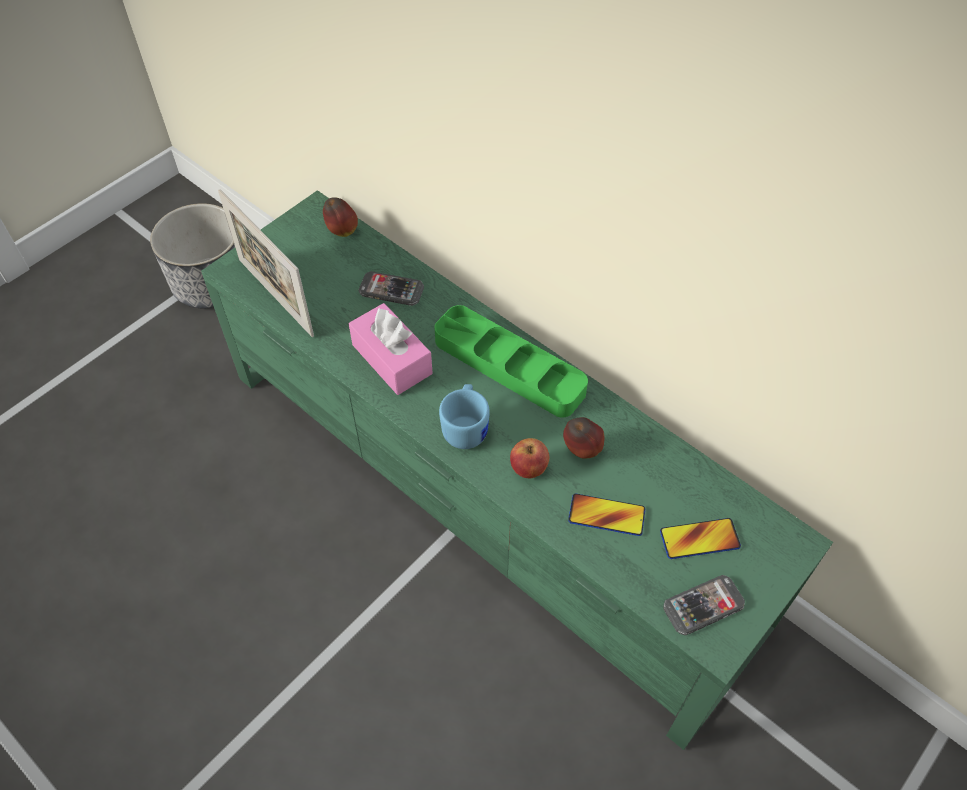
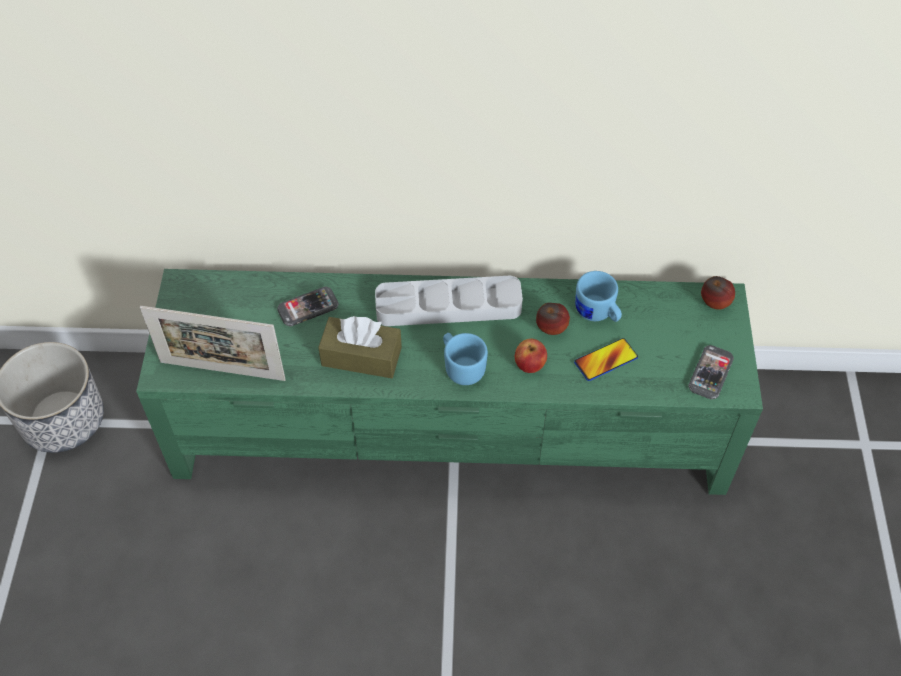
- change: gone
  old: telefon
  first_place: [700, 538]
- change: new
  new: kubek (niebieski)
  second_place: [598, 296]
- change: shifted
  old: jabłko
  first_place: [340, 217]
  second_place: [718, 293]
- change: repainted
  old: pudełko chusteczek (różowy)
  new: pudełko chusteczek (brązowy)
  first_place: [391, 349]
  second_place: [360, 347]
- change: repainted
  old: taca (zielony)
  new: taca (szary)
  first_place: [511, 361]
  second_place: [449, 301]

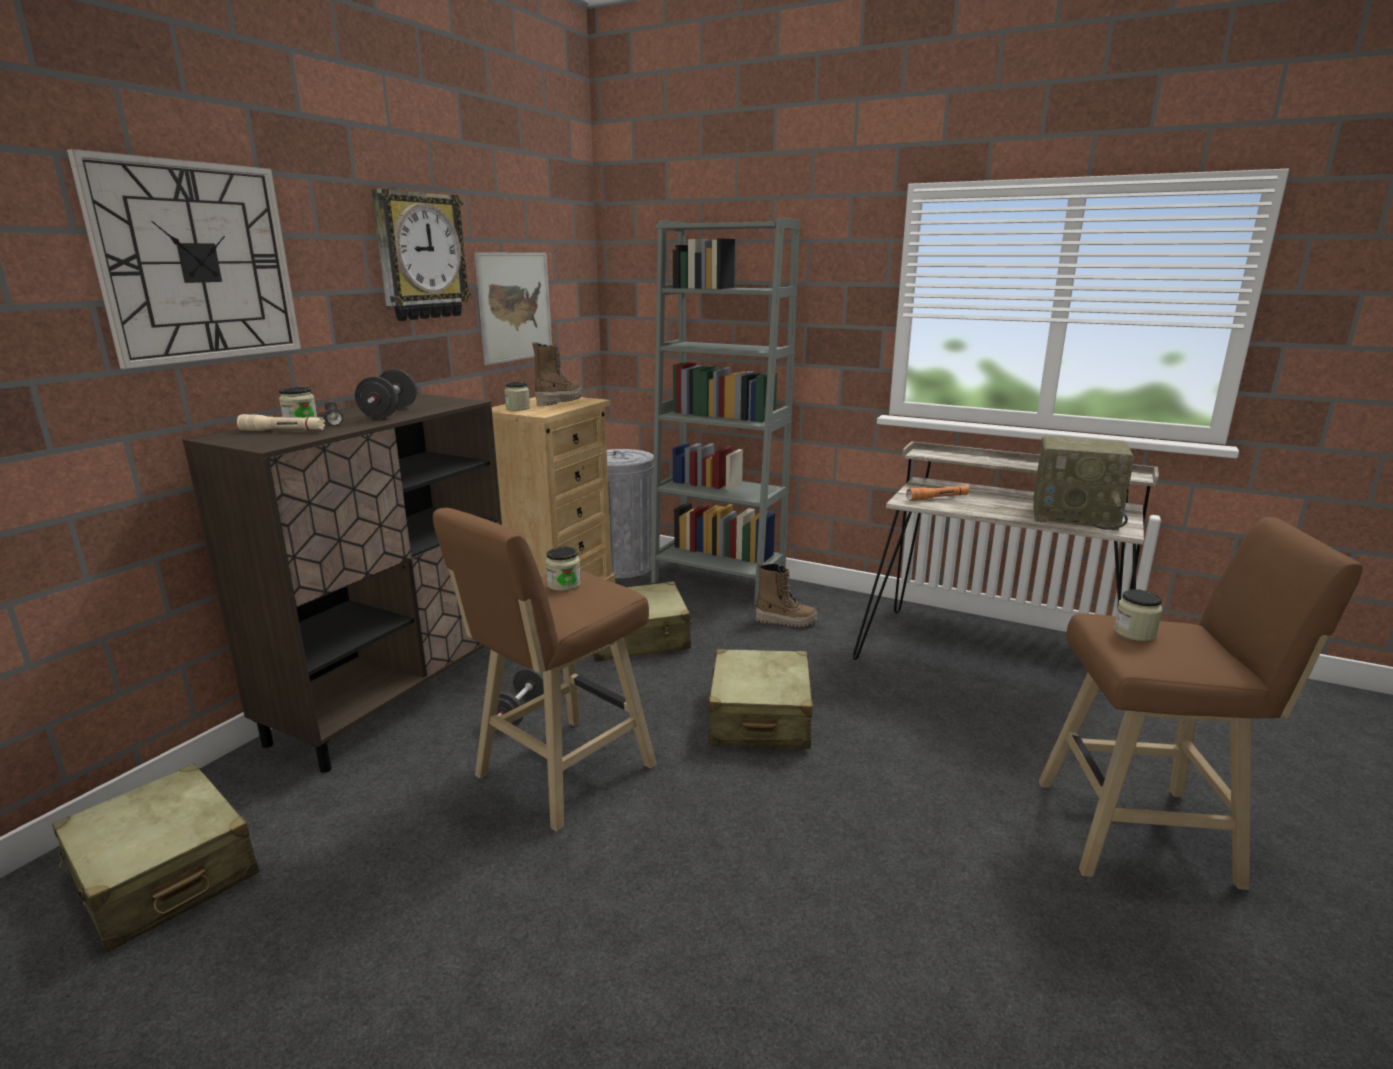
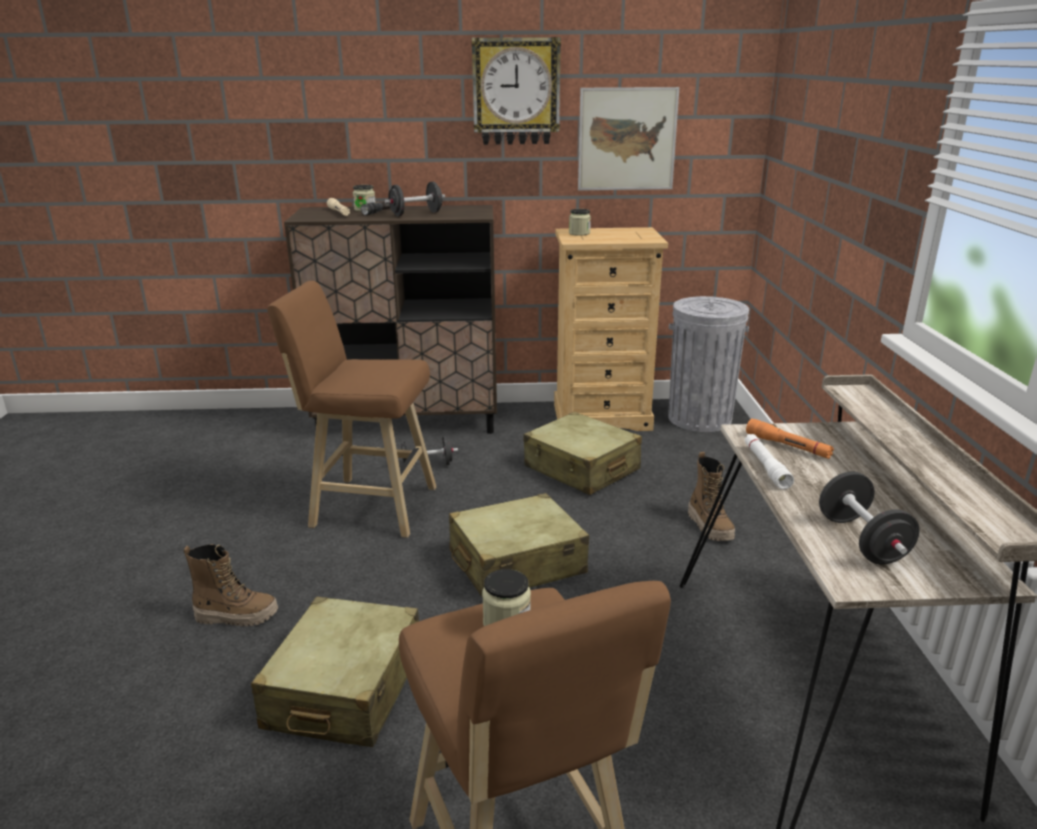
- change: gone
  old: zegar ścienny
  first_place: [184, 259]
- change: gone
  old: słoik
  first_place: [563, 569]
- change: gone
  old: regał (szary)
  first_place: [725, 411]
- change: new
  new: latarka (biały)
  second_place: [769, 462]
- change: shifted
  old: walizka (beżowy)
  first_place: [155, 858]
  second_place: [335, 672]
- change: shifted
  old: but z cholewką
  first_place: [557, 374]
  second_place: [231, 585]
- change: swapped
  old: radio
  new: hantel (czarny)
  first_place: [1083, 482]
  second_place: [869, 518]

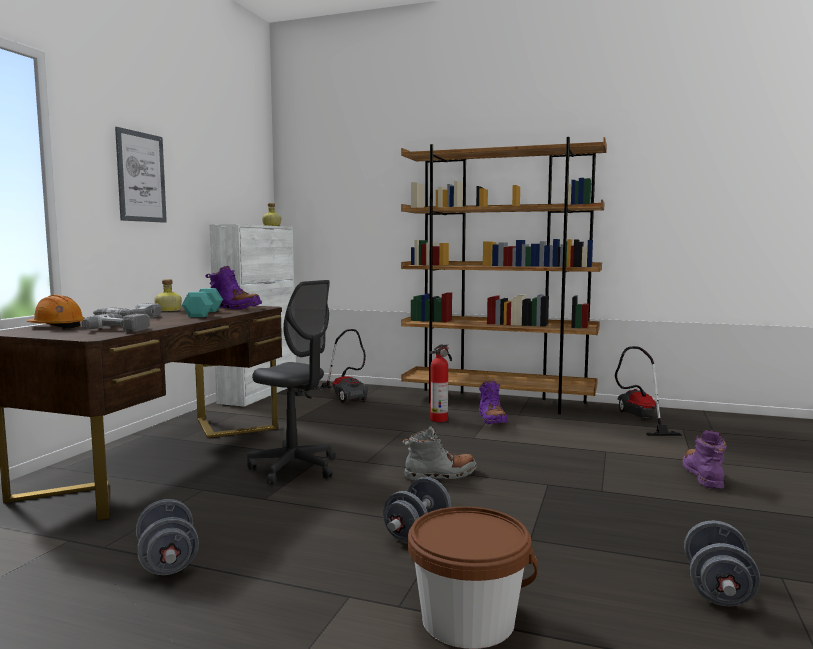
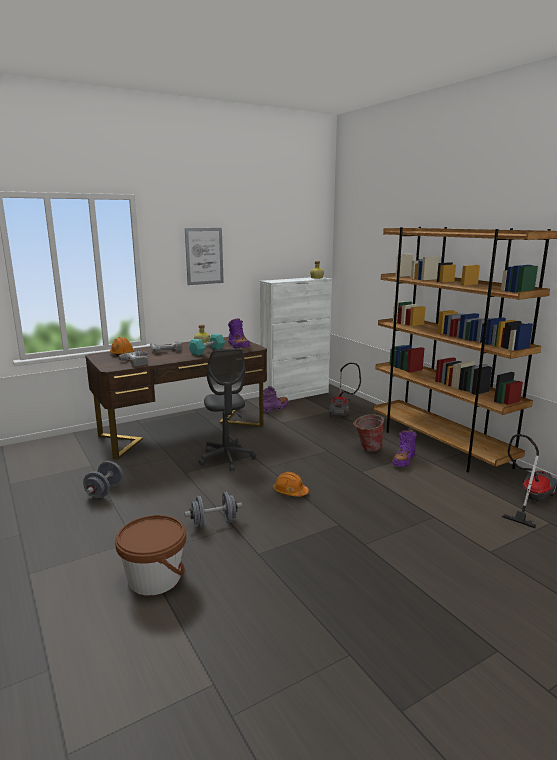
- change: gone
  old: hantel (szary)
  first_place: [722, 563]
- change: shifted
  old: but z cholewką (fioletowy)
  first_place: [704, 459]
  second_place: [276, 399]
- change: swapped
  old: but z cholewką (szary)
  new: kask (pomarańczowy)
  first_place: [439, 453]
  second_place: [291, 484]
- change: swapped
  old: gaśnica
  new: wiadro
  first_place: [440, 383]
  second_place: [368, 433]

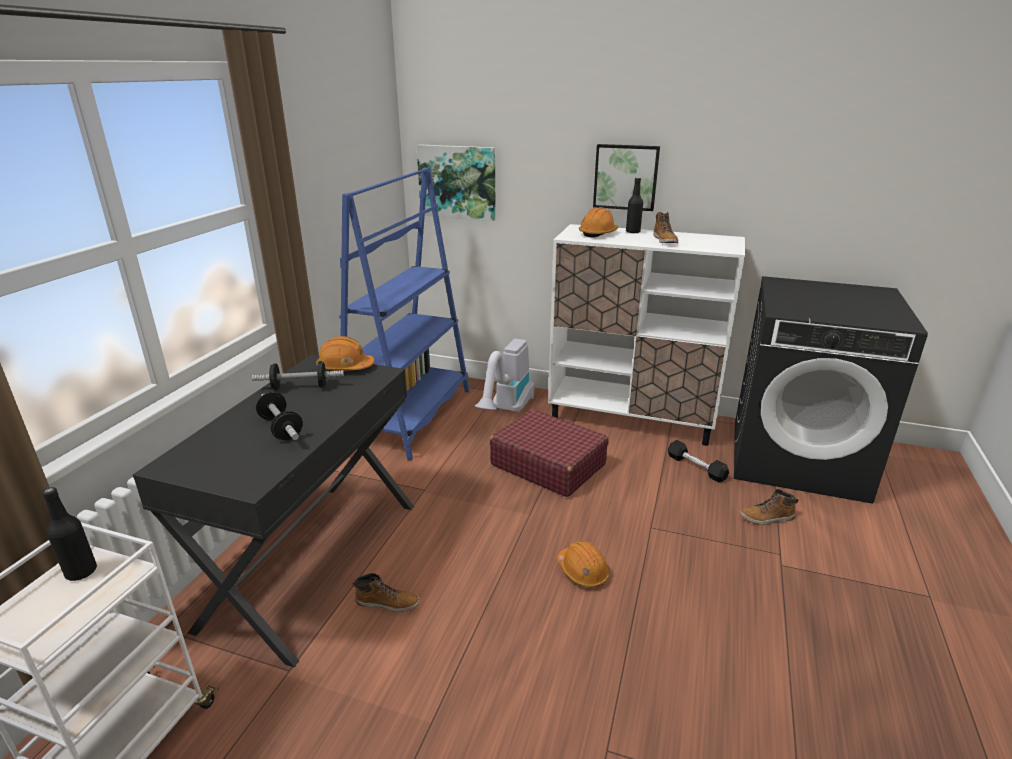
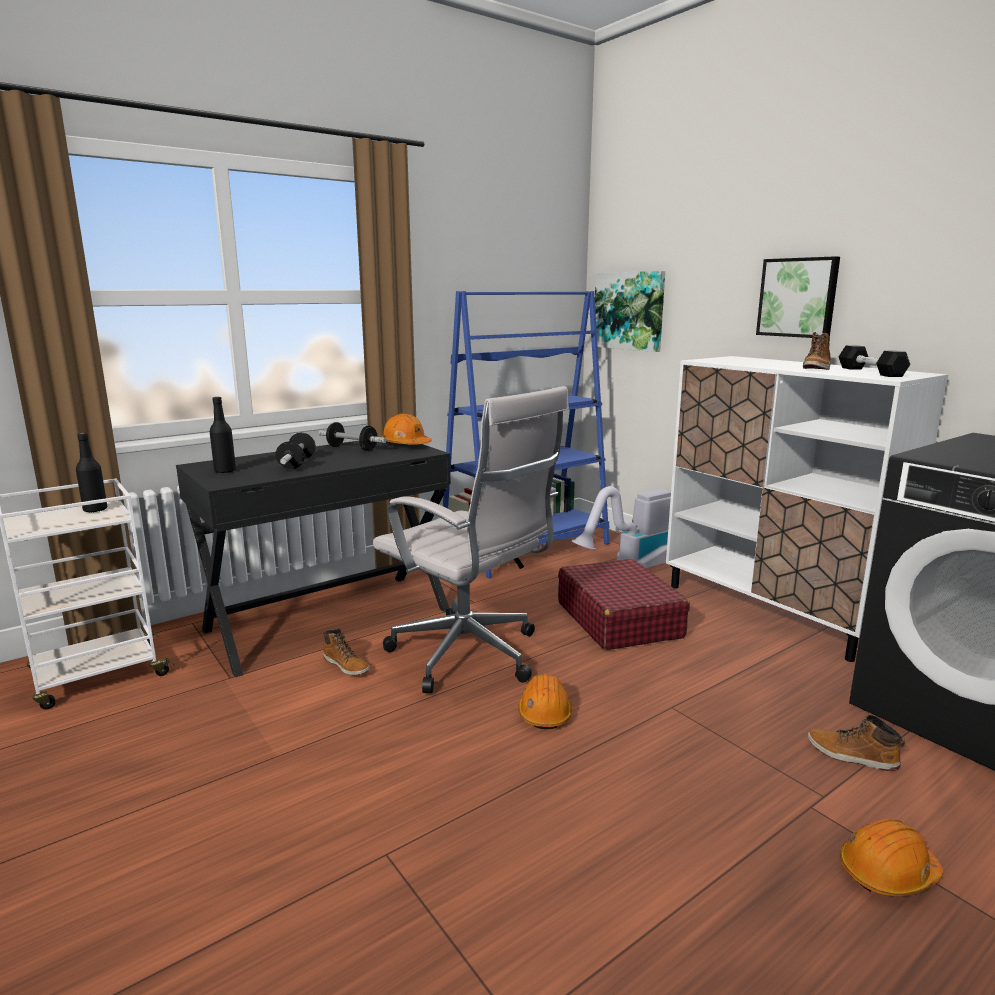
- change: new
  new: krzesło biurowe (biały)
  second_place: [471, 539]
- change: shifted
  old: kask (pomarańczowy)
  first_place: [599, 222]
  second_place: [891, 857]
- change: shifted
  old: butelka (czarny)
  first_place: [634, 205]
  second_place: [223, 435]
- change: shifted
  old: hantel (czarny)
  first_place: [698, 461]
  second_place: [874, 361]

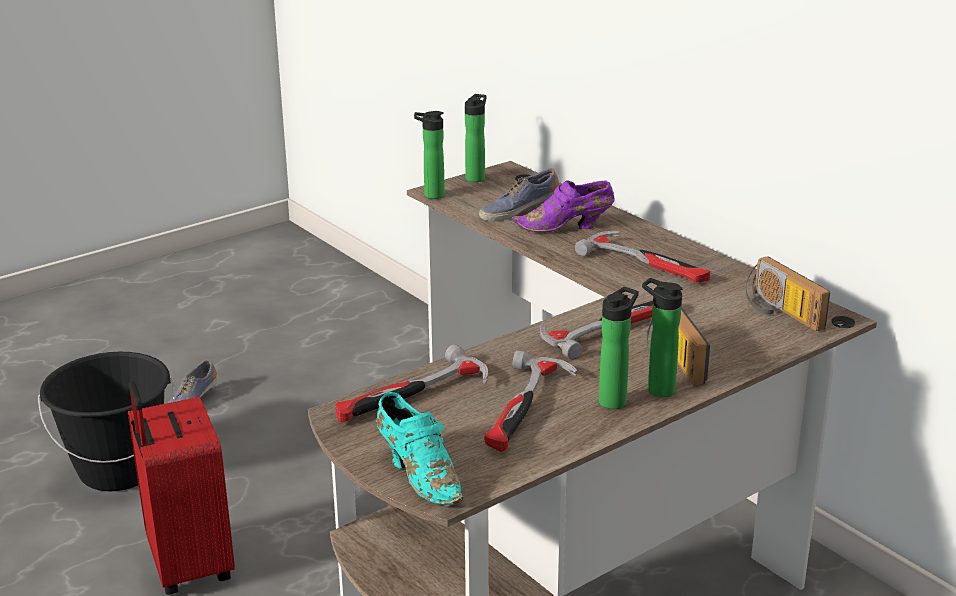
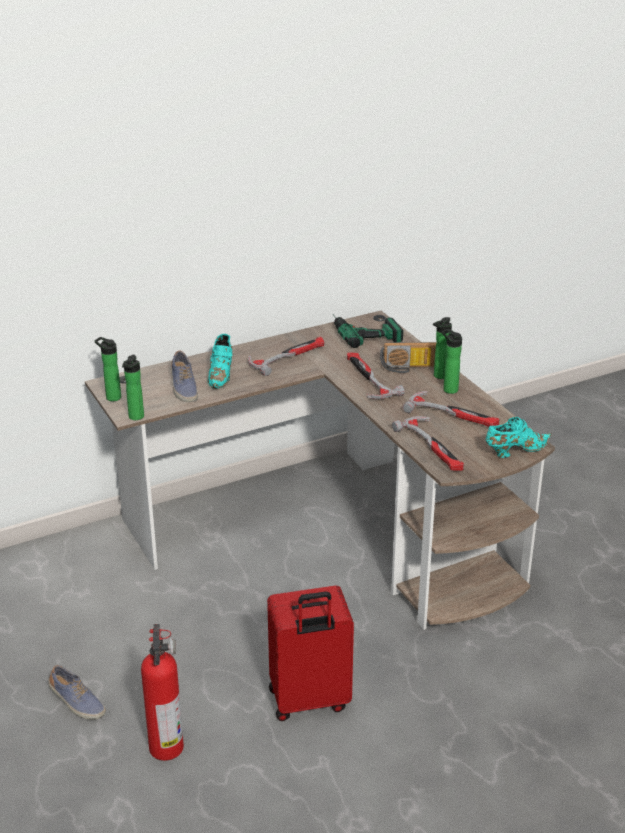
- change: swapped
  old: wiadro (czarny)
  new: gaśnica
  first_place: [106, 421]
  second_place: [162, 692]
- change: swapped
  old: radio
  new: wiertarka
  first_place: [788, 294]
  second_place: [368, 331]
- change: repainted
  old: but (fioletowy)
  new: but (turkusowy)
  first_place: [563, 206]
  second_place: [220, 361]

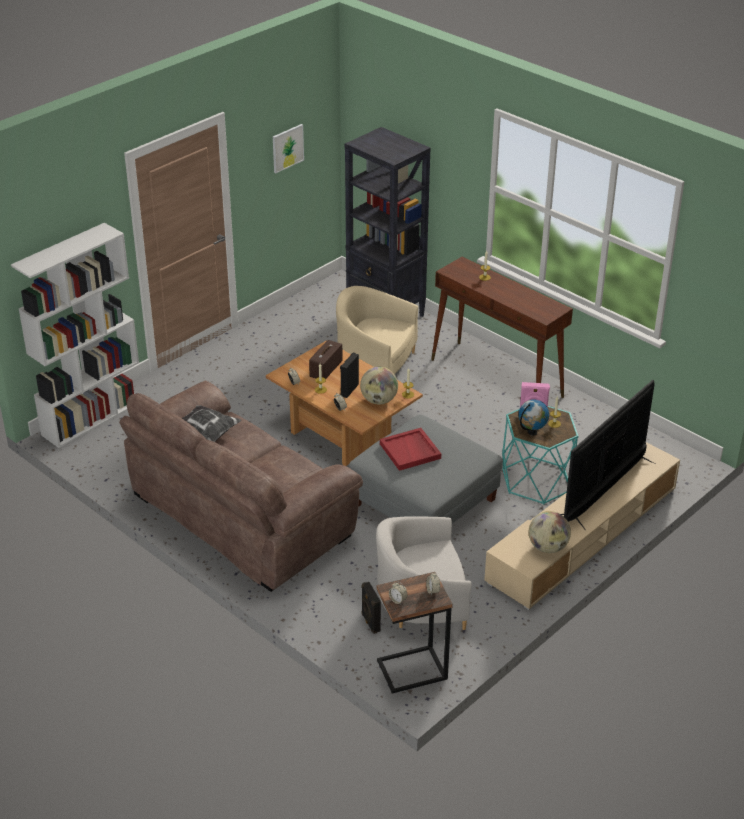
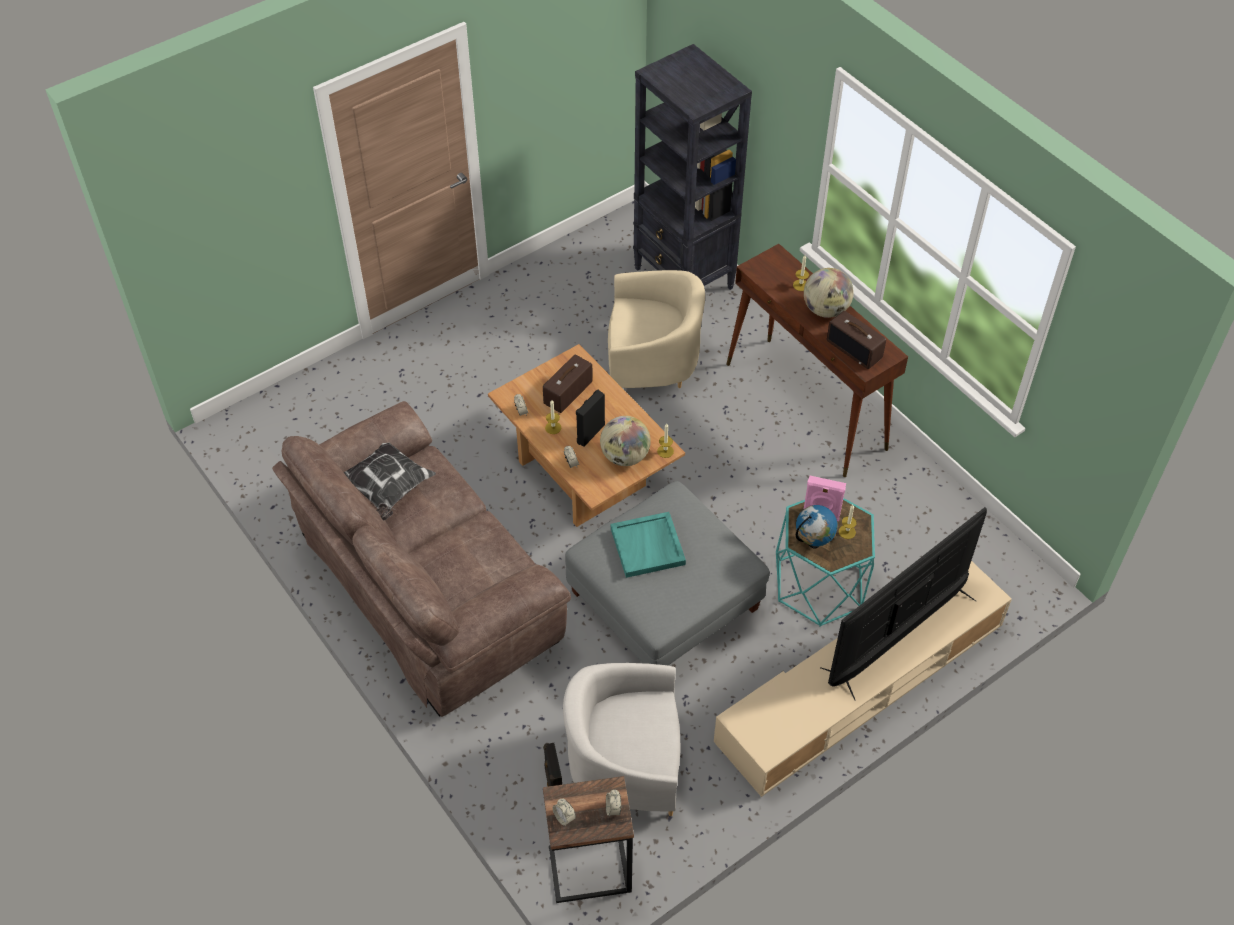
- change: gone
  old: regał (biały)
  first_place: [75, 335]
- change: gone
  old: obraz
  first_place: [288, 148]
- change: new
  new: radio
  second_place: [856, 340]
- change: shifted
  old: globus
  first_place: [550, 532]
  second_place: [829, 293]
- change: repainted
  old: taca (czerwony)
  new: taca (turkusowy)
  first_place: [410, 449]
  second_place: [648, 545]
- change: rotated
  old: fotel (beżowy)
  first_place: [377, 330]
  second_place: [656, 329]
  degrees: 150

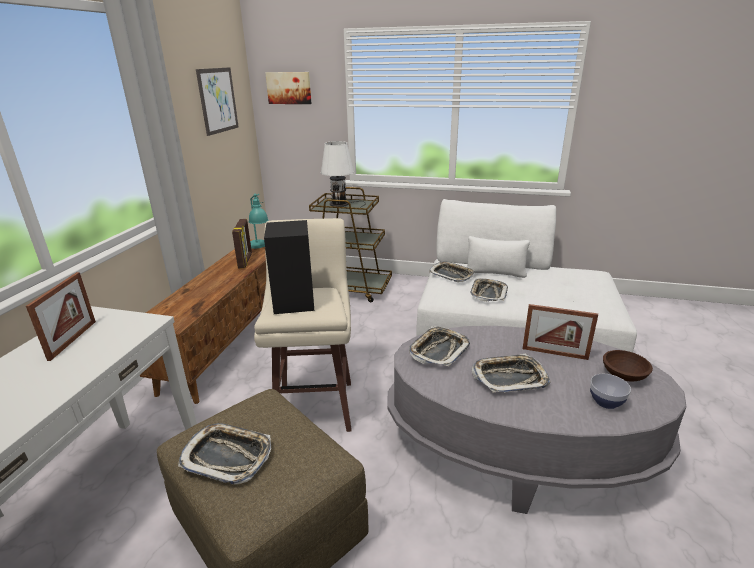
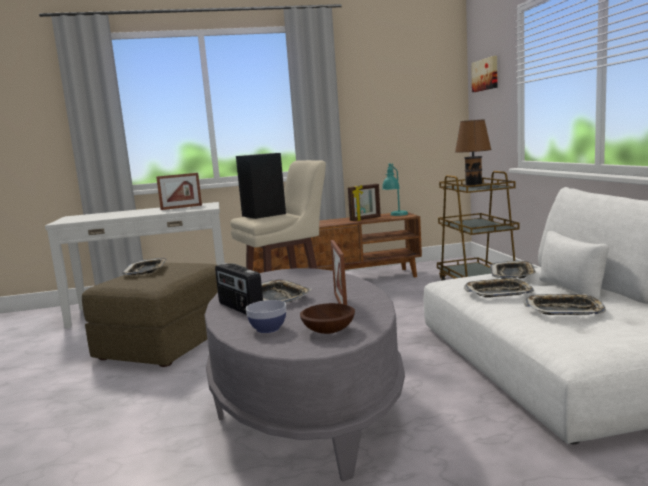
- change: gone
  old: obraz
  first_place: [217, 101]
- change: new
  new: radio
  second_place: [239, 289]
- change: shifted
  old: taca
  first_place: [439, 346]
  second_place: [565, 304]
- change: repainted
  old: lampa stołowa (biały)
  new: lampa stołowa (brązowy)
  first_place: [343, 174]
  second_place: [477, 154]

